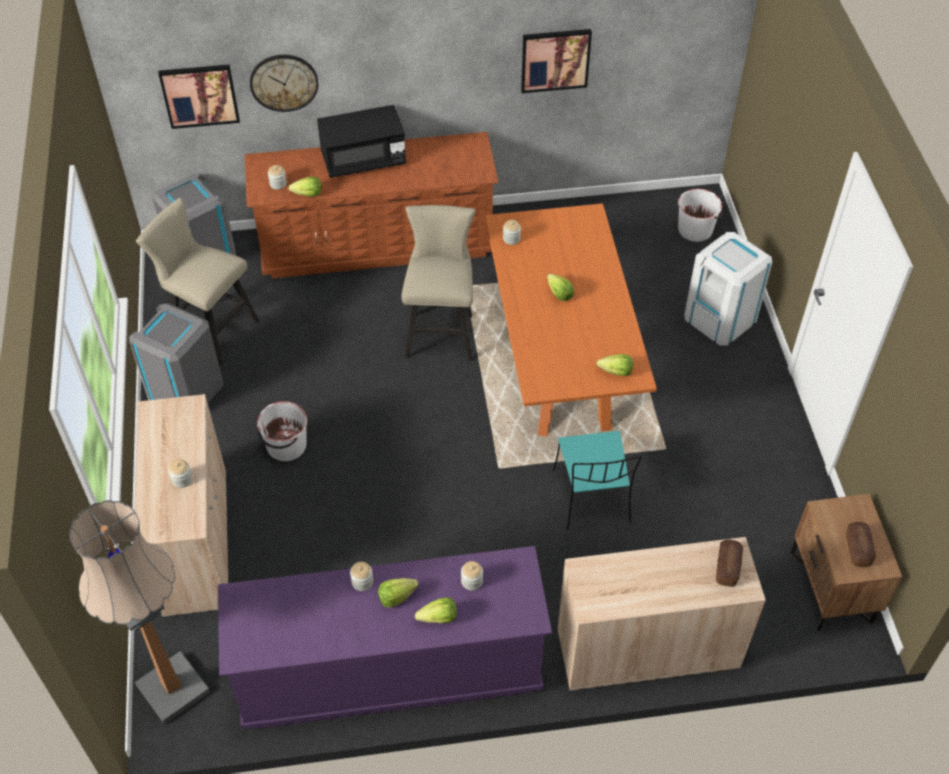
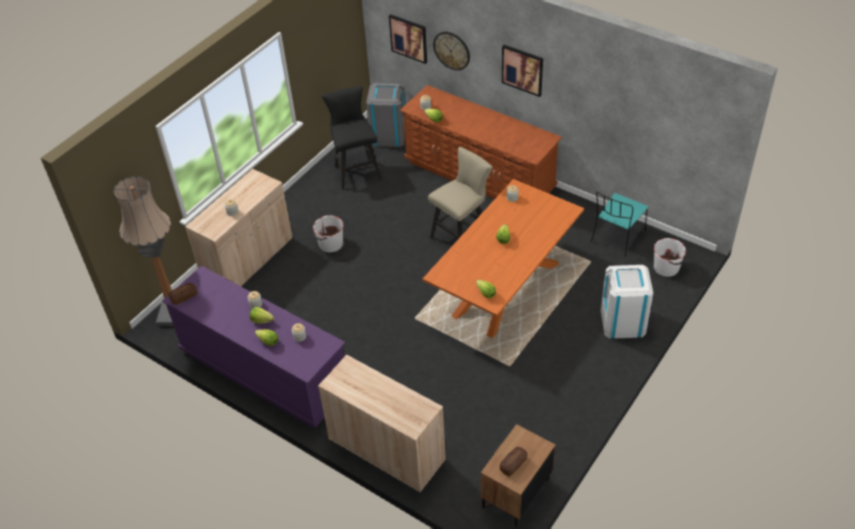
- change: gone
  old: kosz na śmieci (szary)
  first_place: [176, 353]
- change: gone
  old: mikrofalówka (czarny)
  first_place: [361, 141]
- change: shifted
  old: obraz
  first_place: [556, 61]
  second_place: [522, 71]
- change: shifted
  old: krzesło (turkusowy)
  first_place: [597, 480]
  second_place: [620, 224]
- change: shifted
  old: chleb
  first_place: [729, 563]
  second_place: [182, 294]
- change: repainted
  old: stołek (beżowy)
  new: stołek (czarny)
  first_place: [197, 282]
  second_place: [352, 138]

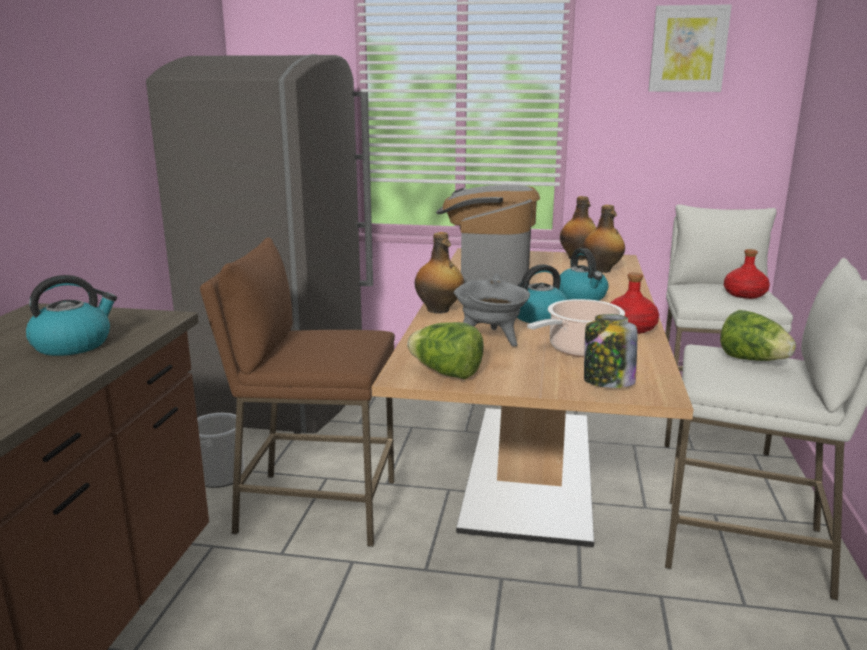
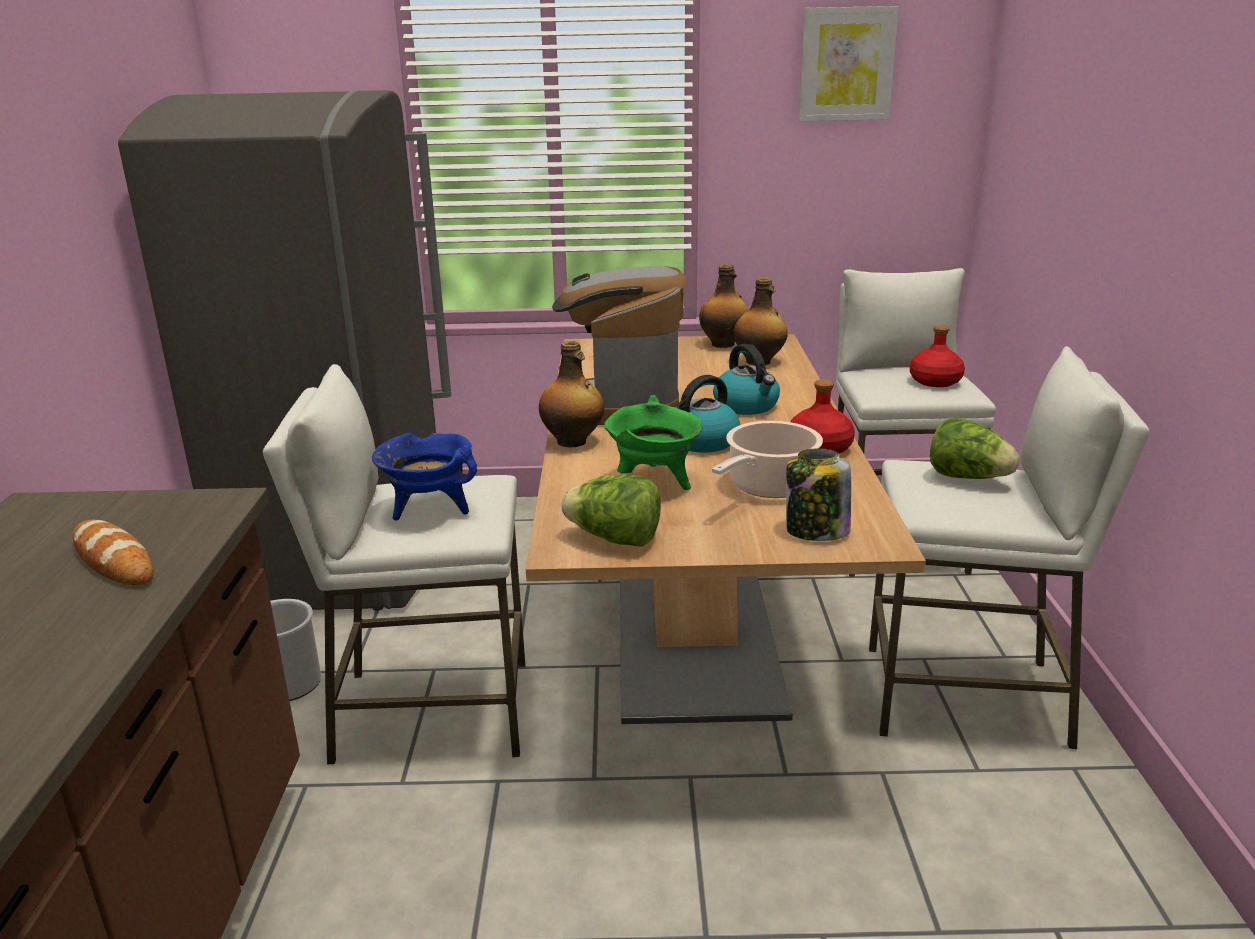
- change: new
  new: garnek (niebieski)
  second_place: [424, 476]
- change: swapped
  old: czajnik
  new: chleb
  first_place: [71, 315]
  second_place: [113, 552]
- change: repainted
  old: stołek (brązowy)
  new: stołek (biały)
  first_place: [297, 392]
  second_place: [394, 564]
- change: repainted
  old: garnek (szary)
  new: garnek (zielony)
  first_place: [492, 310]
  second_place: [653, 442]

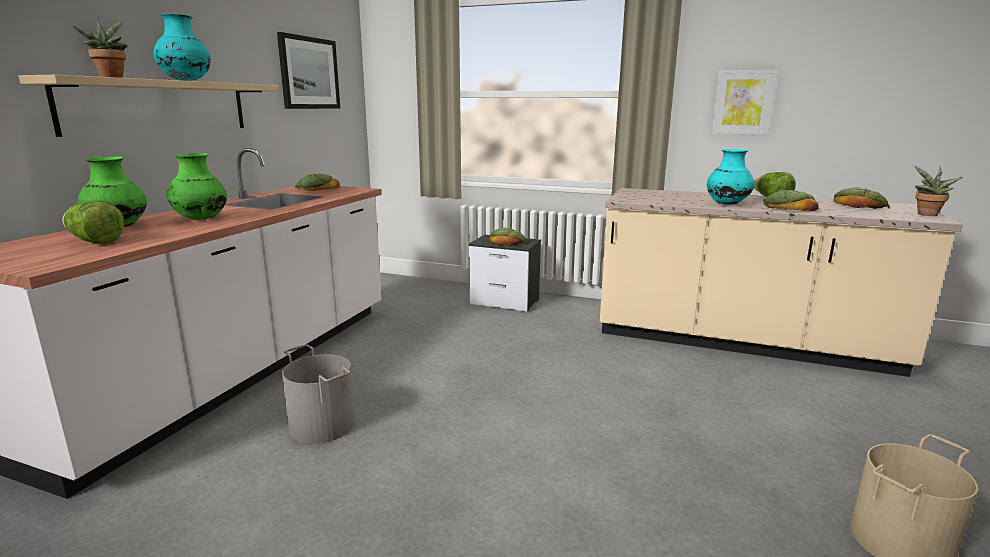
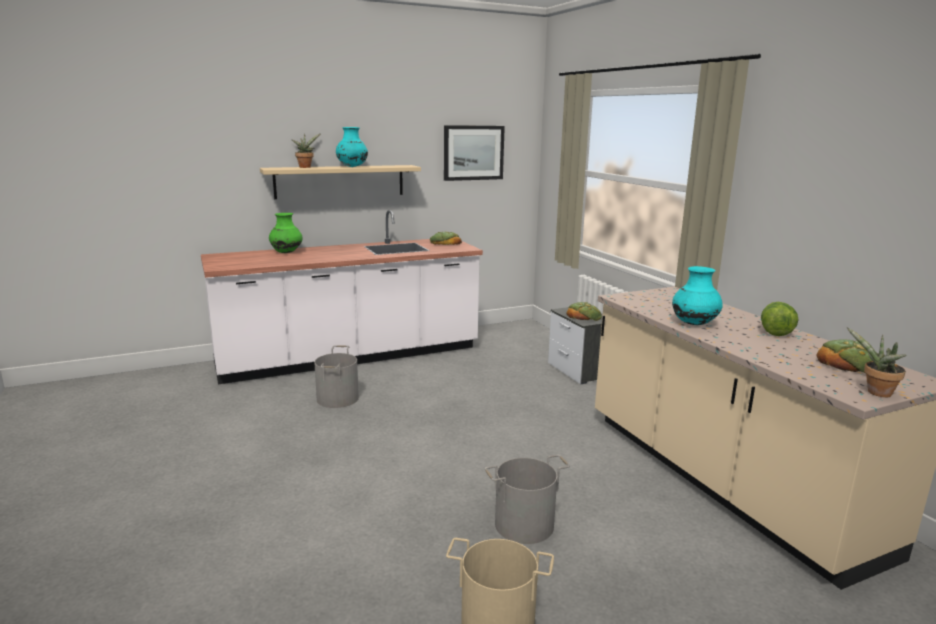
- change: gone
  old: sałata
  first_place: [93, 222]
- change: gone
  old: wazon (zielony)
  first_place: [197, 186]
- change: gone
  old: obraz
  first_place: [744, 102]
- change: gone
  old: chleb
  first_place: [791, 200]
- change: new
  new: wiadro (szary)
  second_place: [527, 499]

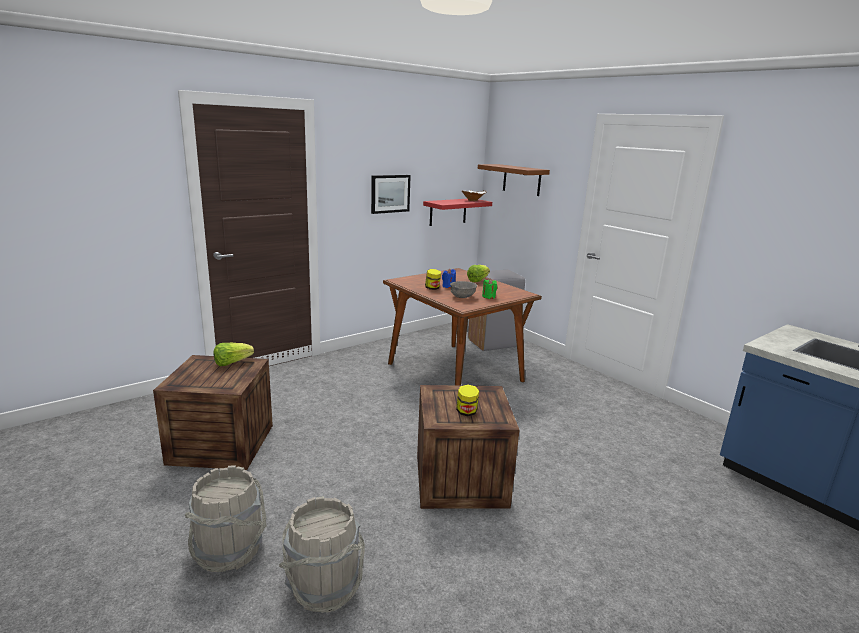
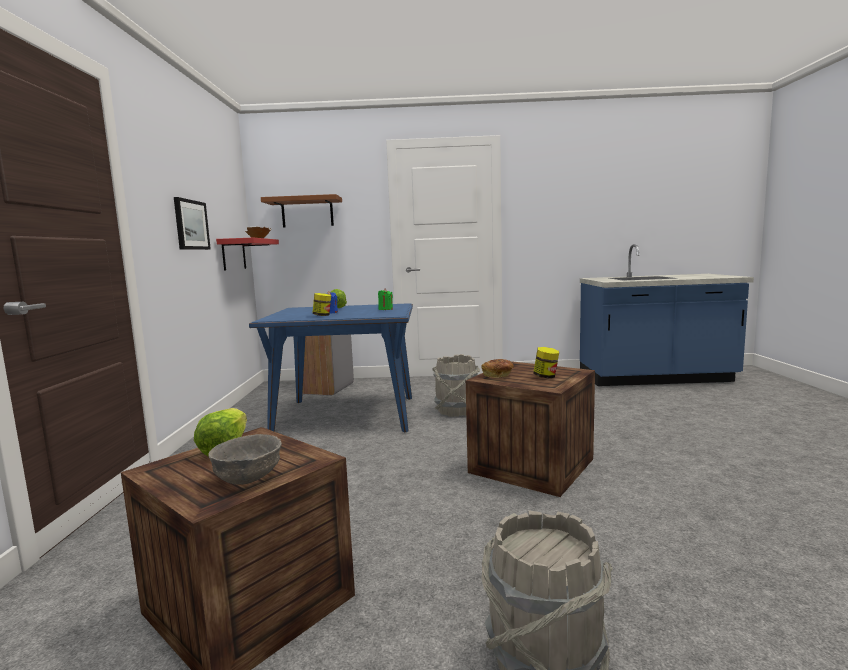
- change: new
  new: chleb
  second_place: [497, 368]
- change: shifted
  old: wiadro (szary)
  first_place: [322, 554]
  second_place: [456, 385]
- change: shifted
  old: miska (szary)
  first_place: [463, 289]
  second_place: [245, 459]
- change: repainted
  old: stół jadalny (brązowy)
  new: stół jadalny (niebieski)
  first_place: [462, 327]
  second_place: [331, 367]

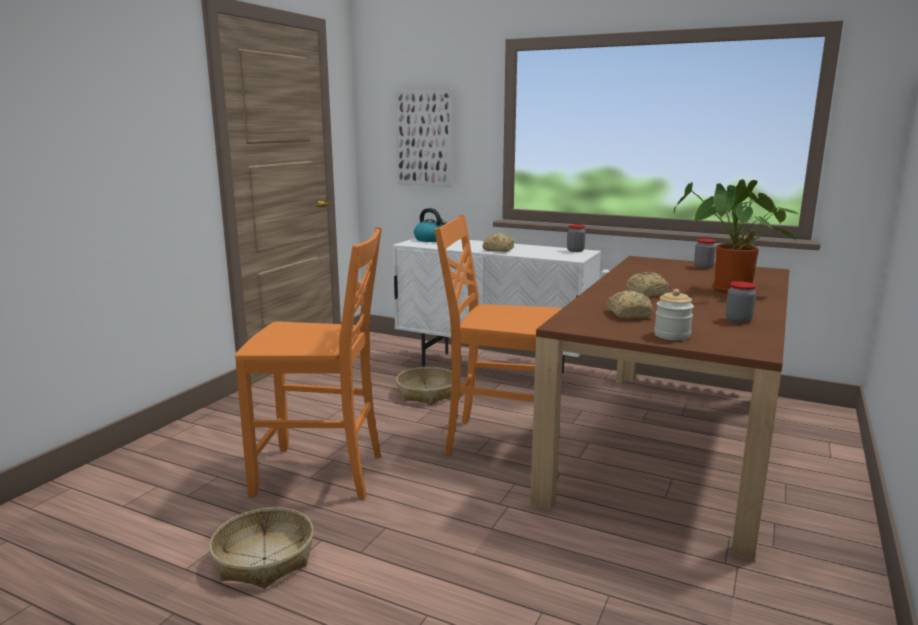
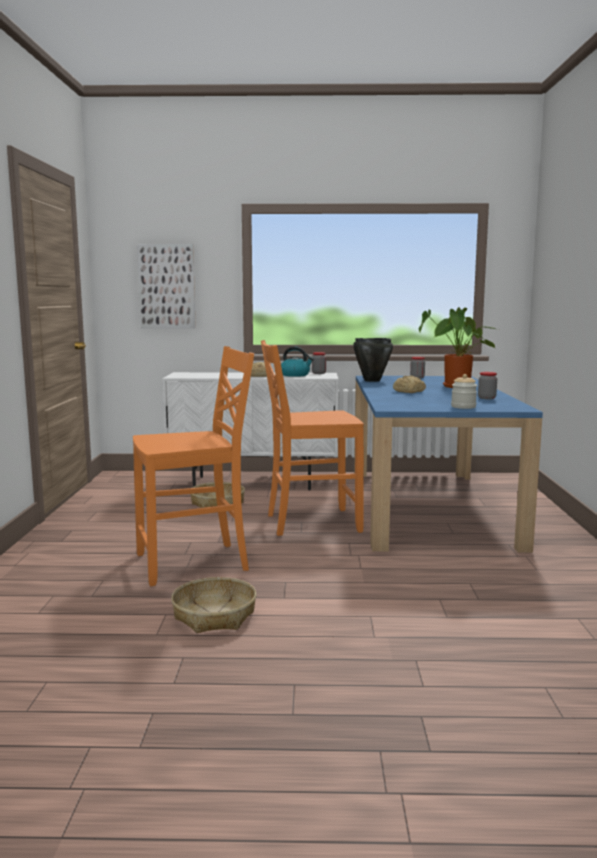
- change: gone
  old: chleb
  first_place: [629, 304]
- change: new
  new: garnek (czarny)
  second_place: [373, 360]
- change: shifted
  old: czajnik
  first_place: [430, 225]
  second_place: [297, 362]
- change: repainted
  old: stół jadalny (brązowy)
  new: stół jadalny (niebieski)
  first_place: [660, 409]
  second_place: [448, 464]

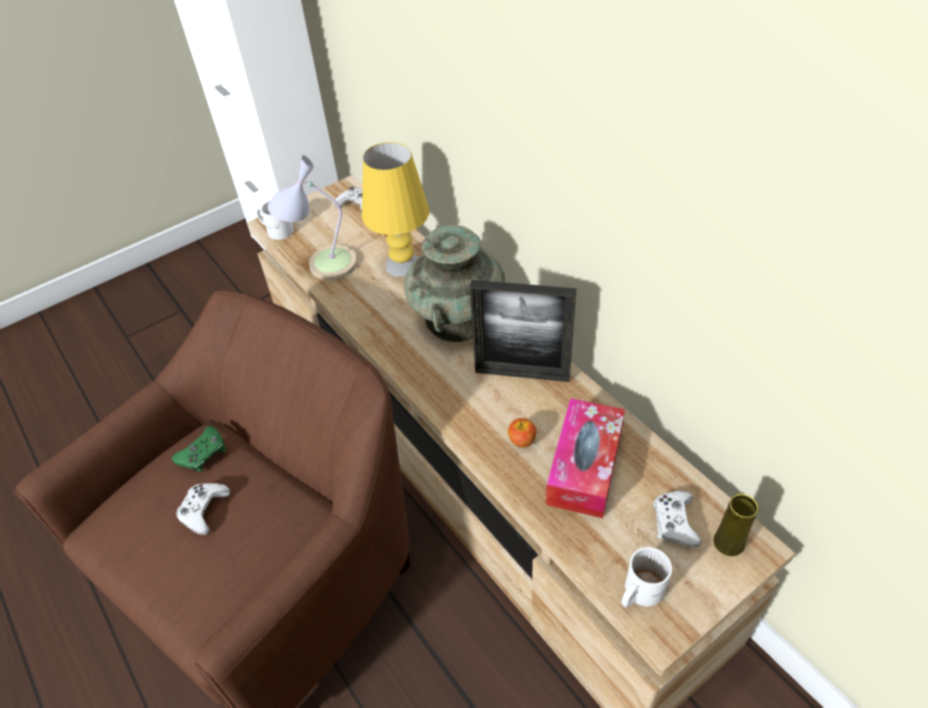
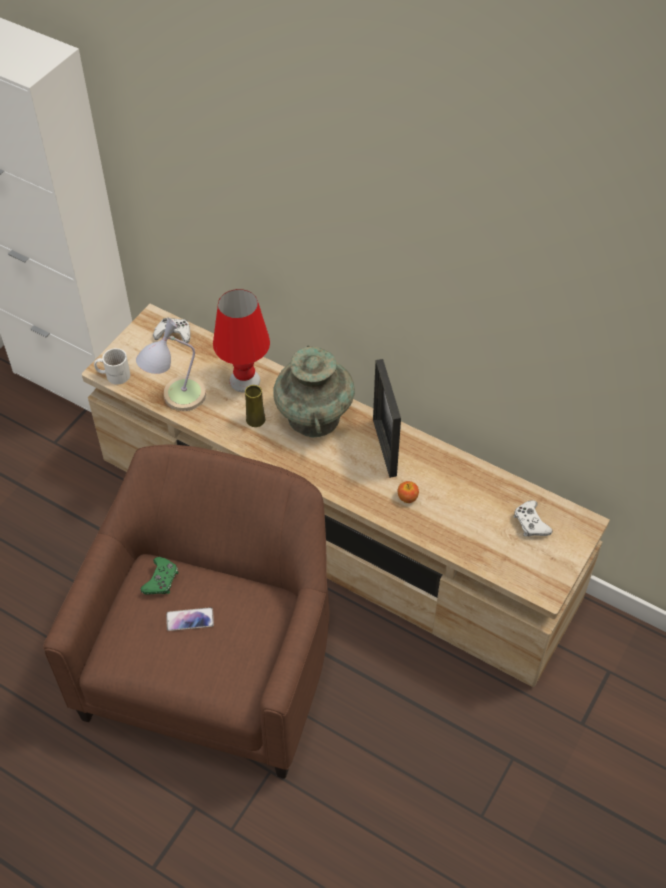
- change: gone
  old: pudełko chusteczek
  first_place: [585, 458]
- change: gone
  old: kubek (biały)
  first_place: [647, 577]
- change: shifted
  old: wazon (żółty)
  first_place: [735, 525]
  second_place: [255, 406]
- change: swapped
  old: pad do gier (biały)
  new: telefon
  first_place: [203, 509]
  second_place: [190, 619]
- change: repainted
  old: lampa stołowa (żółty)
  new: lampa stołowa (czerwony)
  first_place: [395, 209]
  second_place: [241, 340]
- change: rotated
  old: ramka na zdjęcie
  first_place: [523, 331]
  second_place: [387, 418]
  degrees: 90

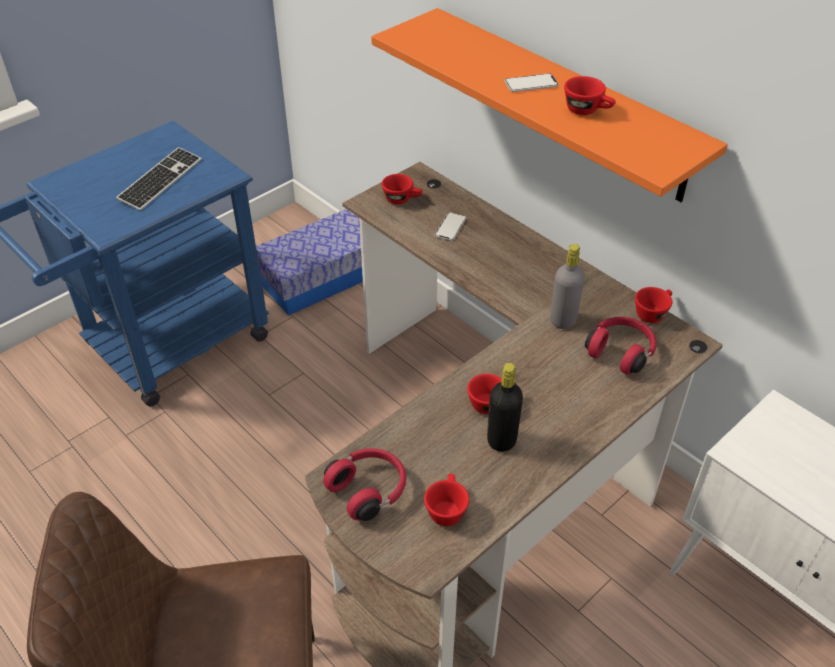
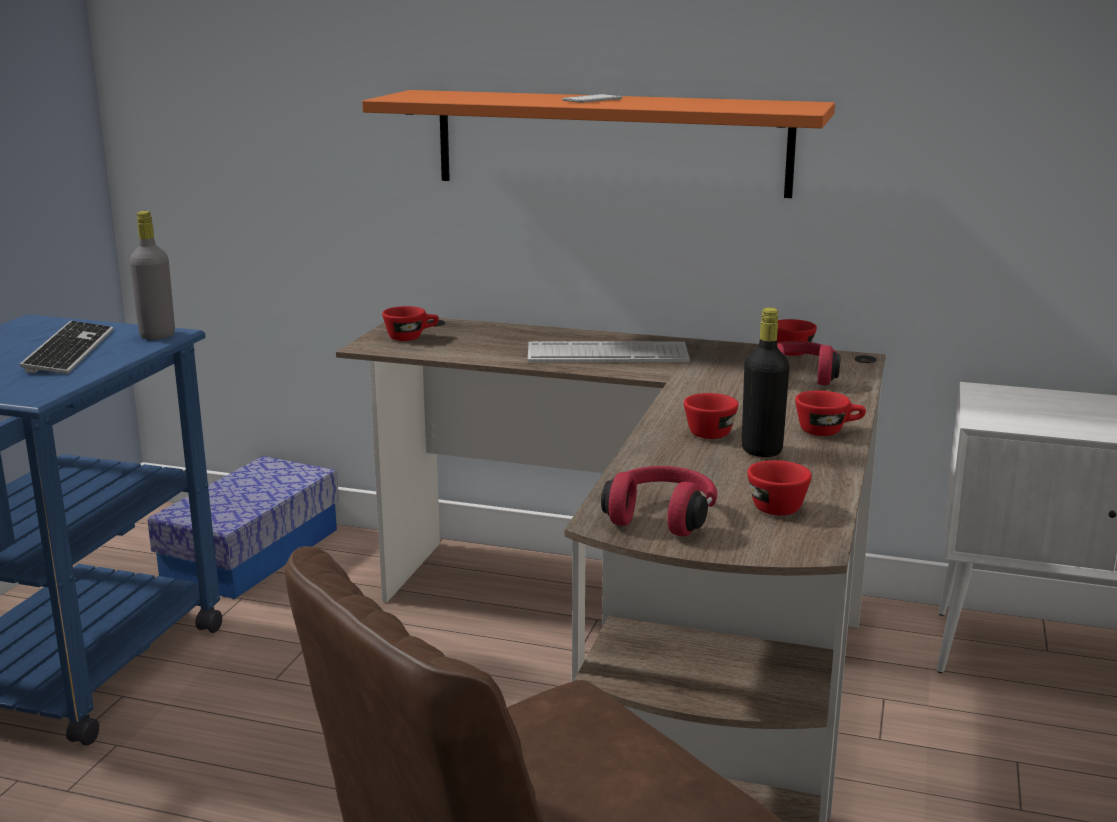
- change: gone
  old: telefon
  first_place: [450, 226]
- change: new
  new: klawiatura
  second_place: [609, 351]
- change: shifted
  old: butelka (szary)
  first_place: [567, 286]
  second_place: [152, 275]
- change: shifted
  old: filiżanka (czerwony)
  first_place: [590, 95]
  second_place: [830, 413]

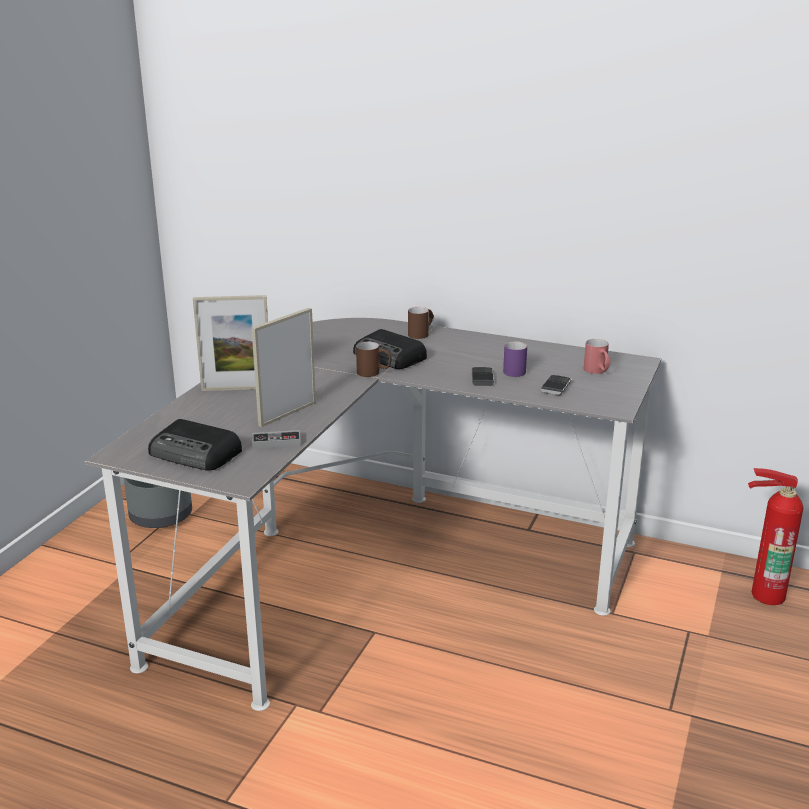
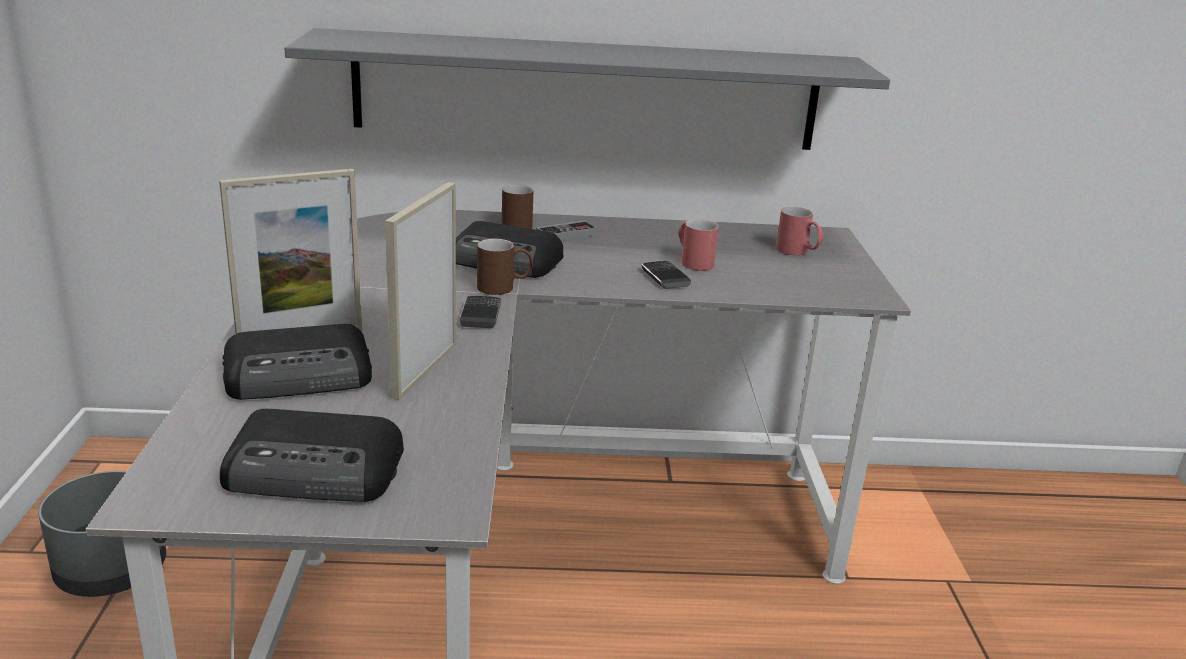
- change: gone
  old: gaśnica
  first_place: [775, 536]
- change: new
  new: radio
  second_place: [297, 362]
- change: new
  new: półka (szary)
  second_place: [587, 89]
- change: shifted
  old: pad do gier
  first_place: [276, 439]
  second_place: [566, 230]
- change: shifted
  old: telefon
  first_place: [556, 385]
  second_place: [480, 312]
- change: repainted
  old: kubek (fioletowy)
  new: kubek (czerwony)
  first_place: [515, 359]
  second_place: [698, 245]

